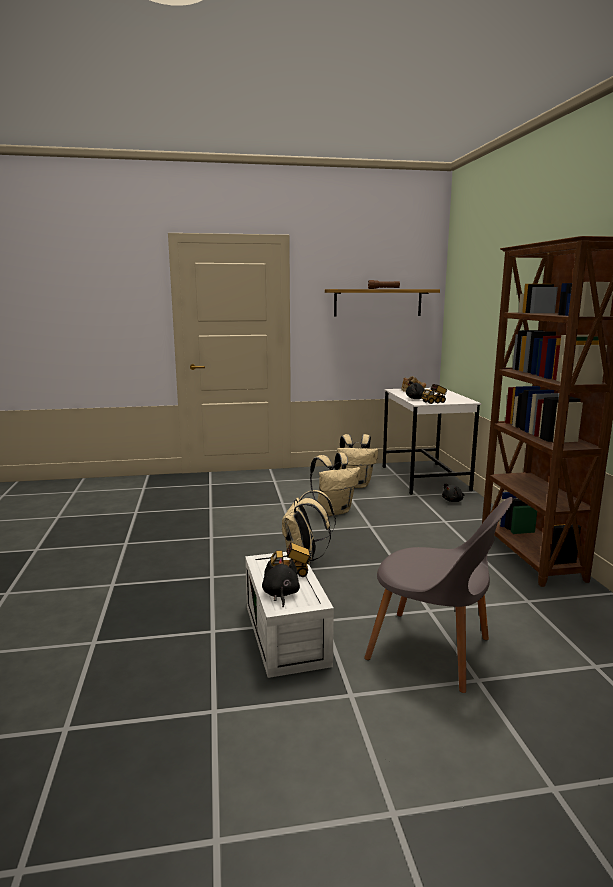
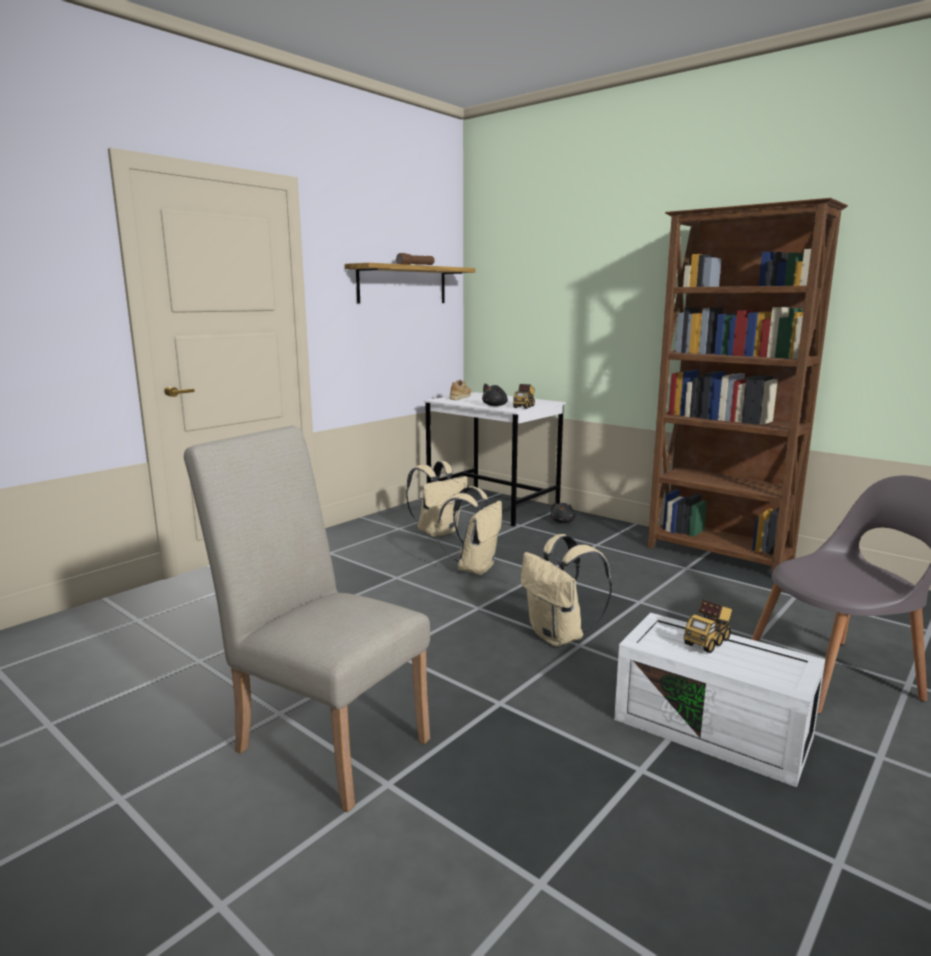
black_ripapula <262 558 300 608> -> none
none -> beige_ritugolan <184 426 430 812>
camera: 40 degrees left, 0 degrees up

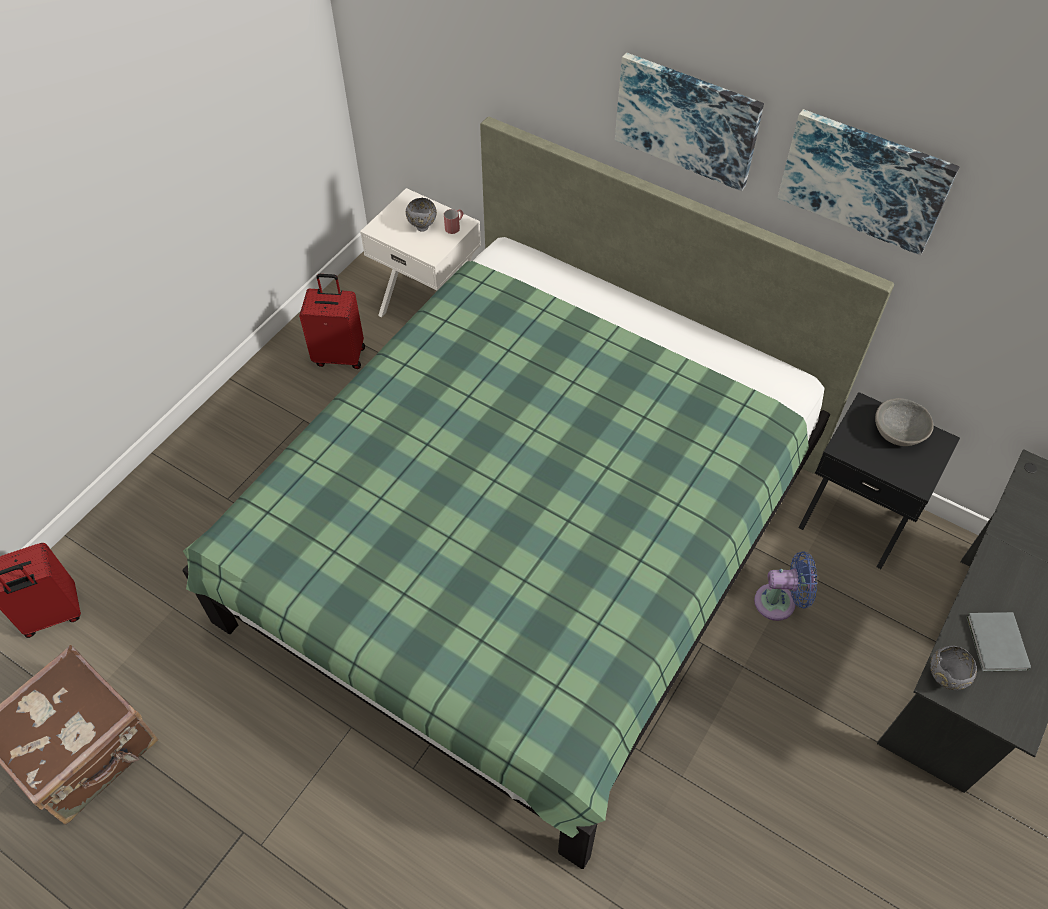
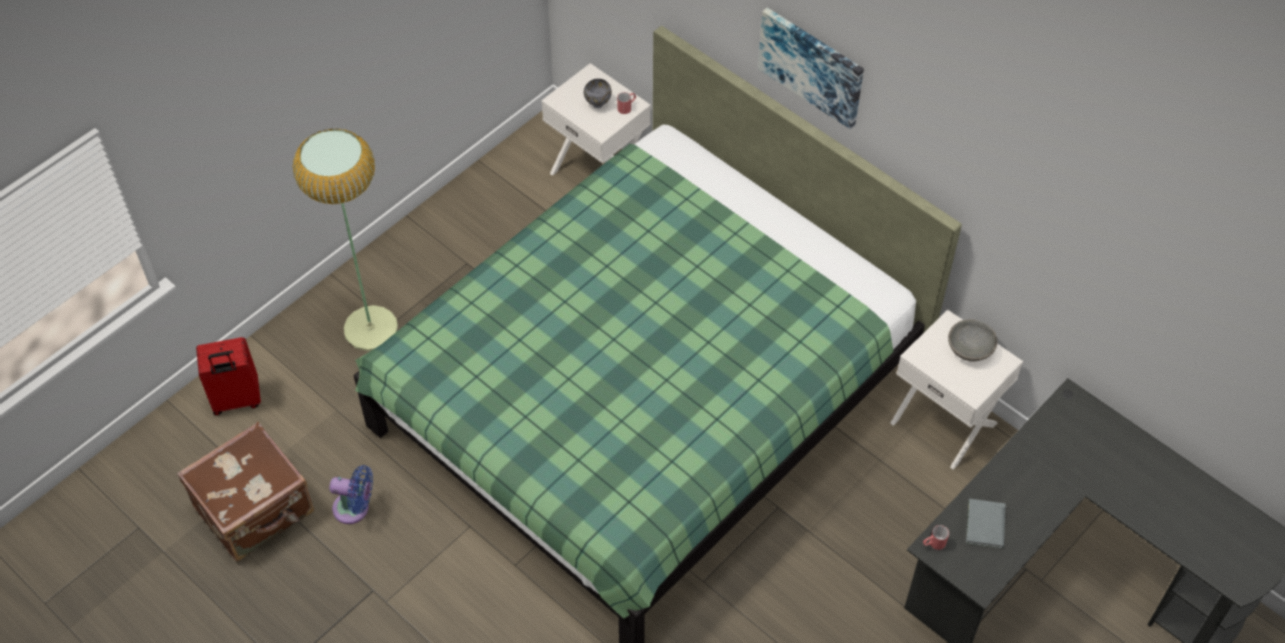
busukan <778 109 960 255> -> none
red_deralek <299 274 365 369> -> none
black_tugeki <799 392 960 569> -> white_tugeki <890 310 1023 470>
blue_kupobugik <754 551 817 621> -> blue_kupobugik <329 465 373 524>, relocated
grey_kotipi <930 646 977 690> -> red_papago <923 525 949 550>
none -> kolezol <293 129 398 351>
camera: 10 degrees right, 0 degrees up

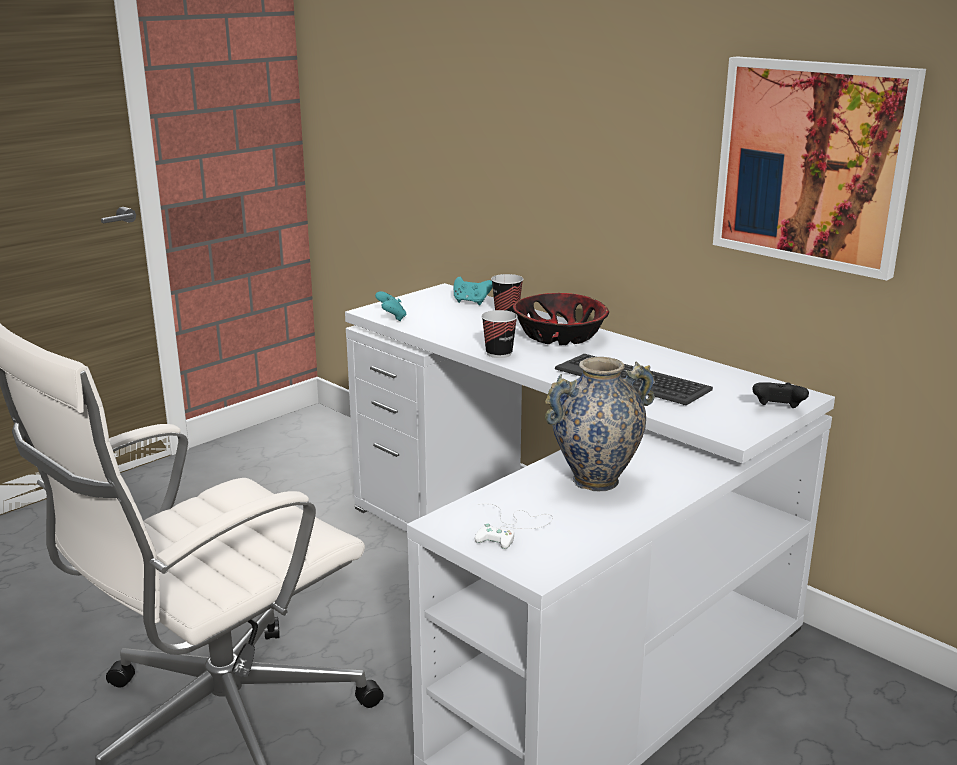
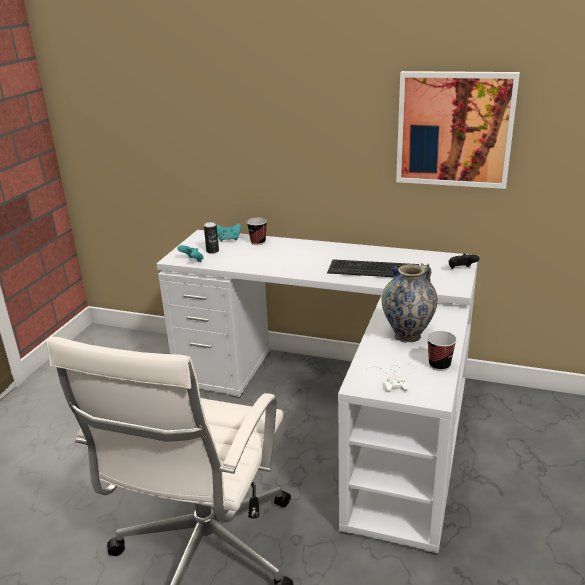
kotipi <513 293 609 345> -> none
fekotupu <481 310 518 358> -> fekotupu <427 331 457 371>, relocated
none -> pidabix <204 222 219 254>
camera: 25 degrees left, 5 degrees up

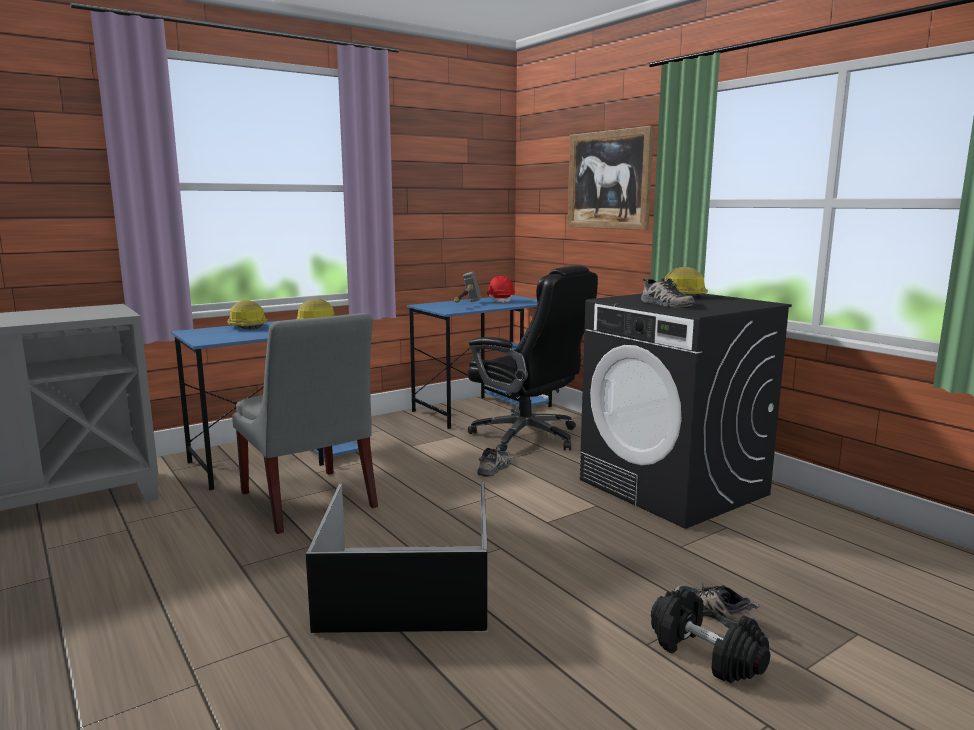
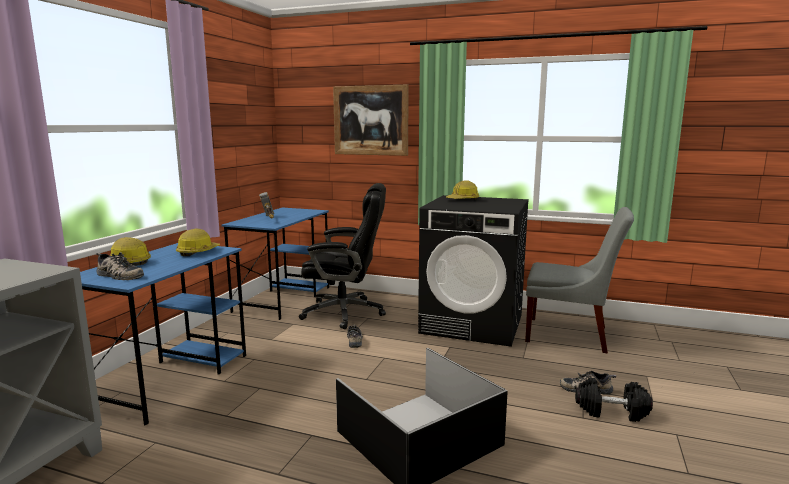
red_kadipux <487 276 515 303> -> none
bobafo <641 278 694 308> -> bobafo <96 252 144 280>, relocated
grey_ritugolan <232 313 378 534> -> grey_ritugolan <525 207 634 353>, relocated
camera: 35 degrees left, 0 degrees up

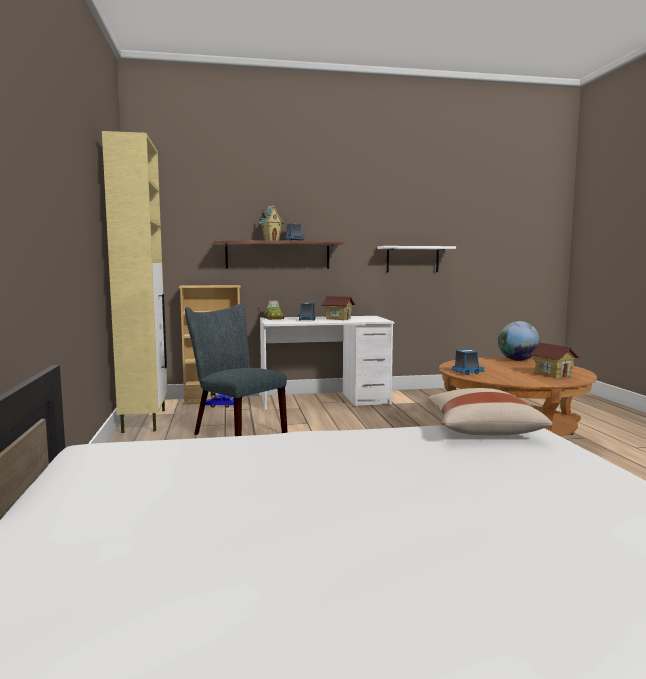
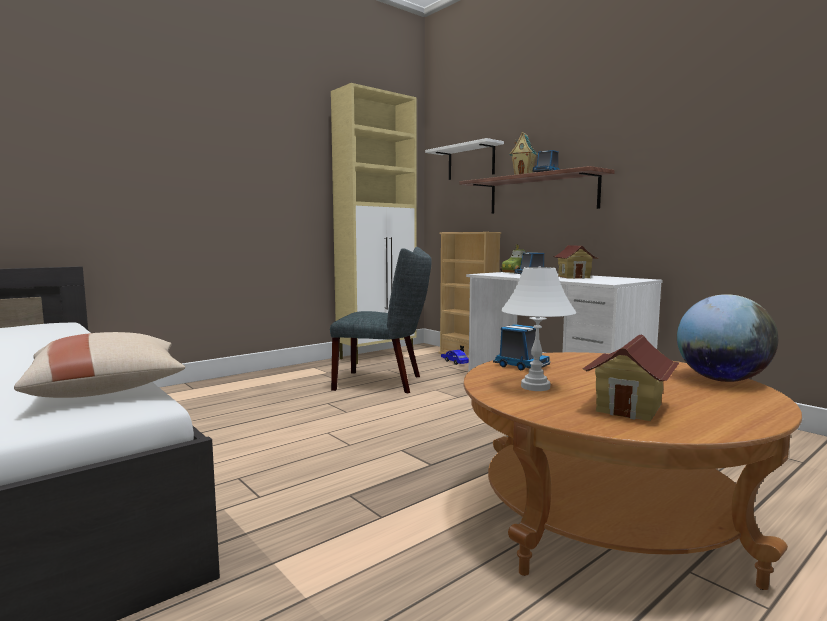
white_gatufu <378 246 456 272> -> white_gatufu <425 138 504 180>, relocated
grey_ritugolan <185 303 288 436> -> grey_ritugolan <330 247 432 393>, 90 degrees clockwise
none -> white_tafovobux <501 267 576 391>
camera: 60 degrees right, 0 degrees up

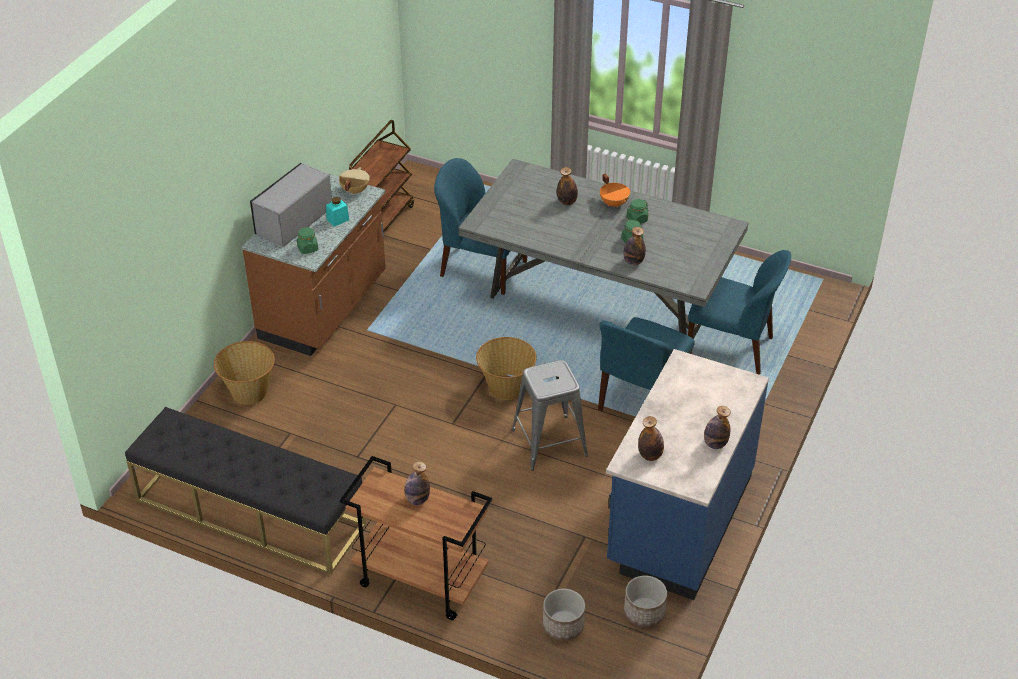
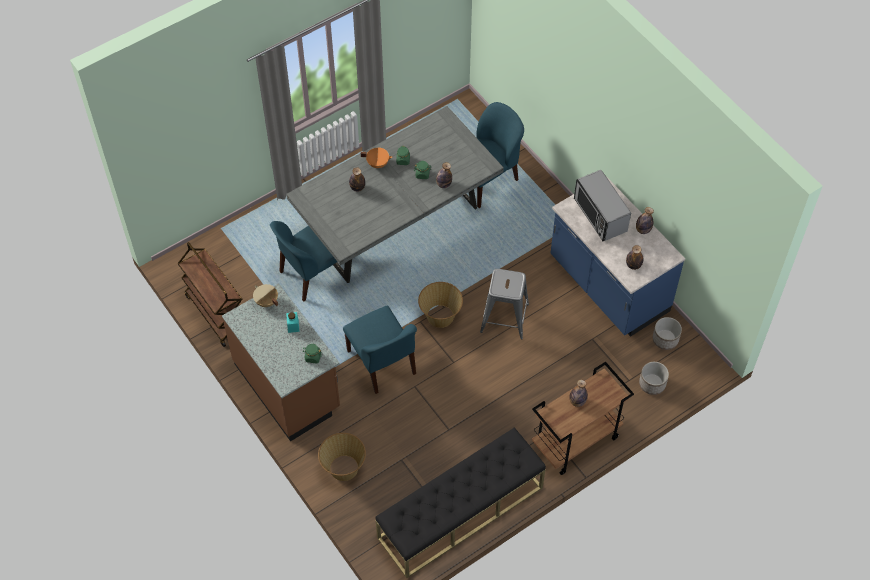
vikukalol <250 163 332 247> -> vikukalol <574 170 631 241>, relocated
blue_ritugolan <598 317 695 411> -> blue_ritugolan <343 306 417 394>, relocated
camera: 60 degrees left, 15 degrees up

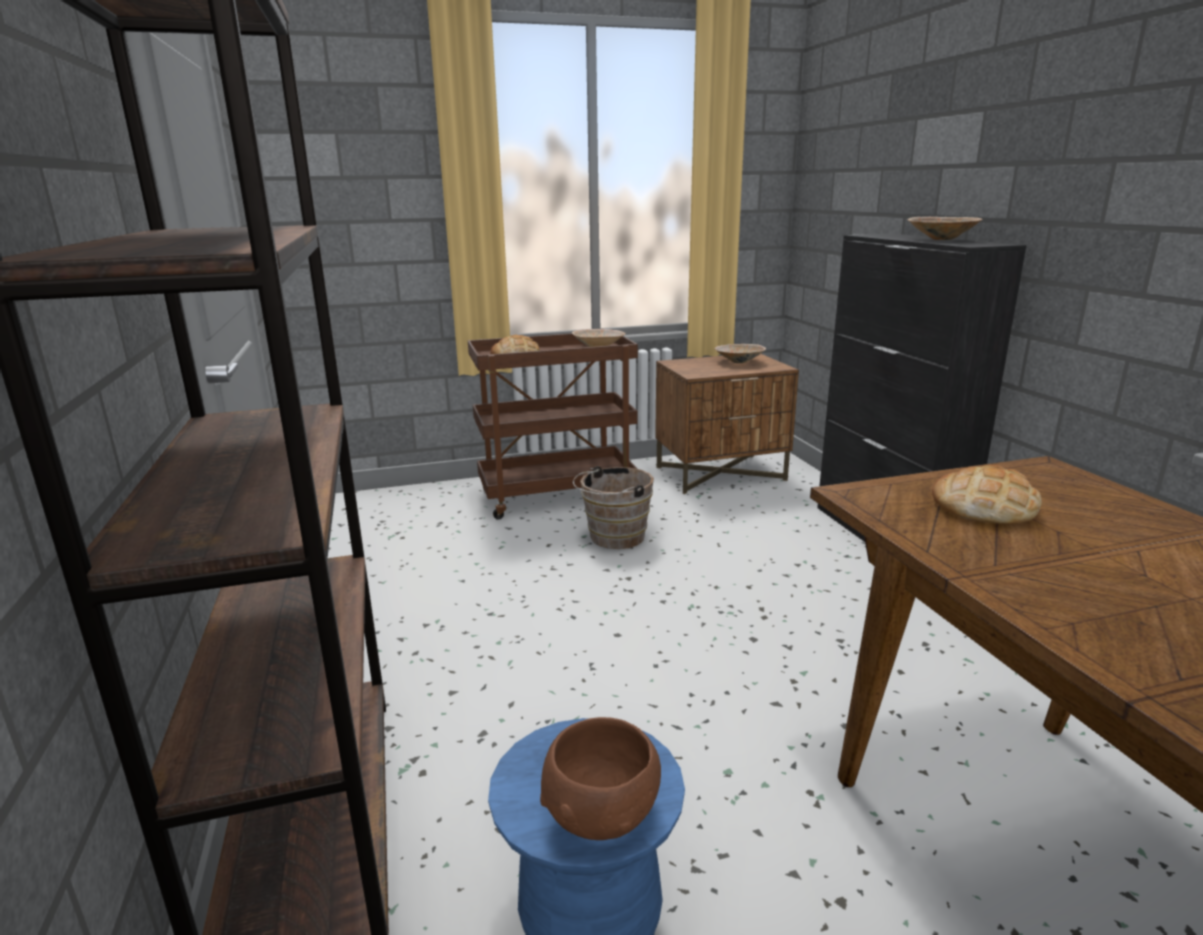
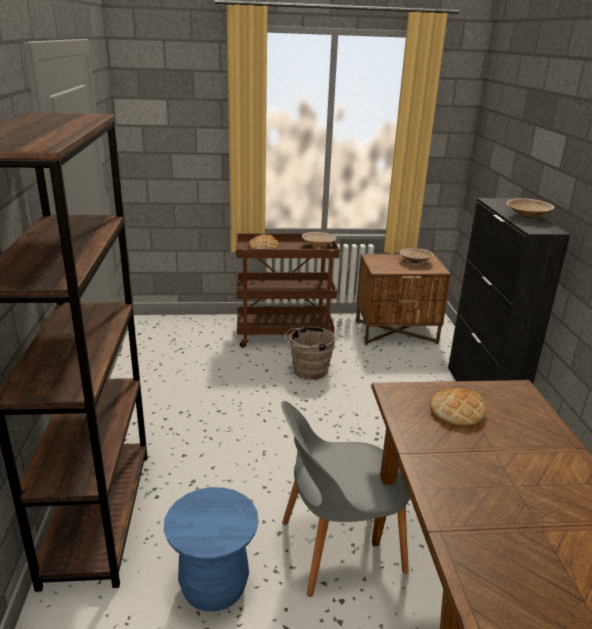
brown_kotipi <540 717 661 840> -> none
none -> grey_ritugolan <281 401 410 597>
camera: 10 degrees right, 5 degrees up

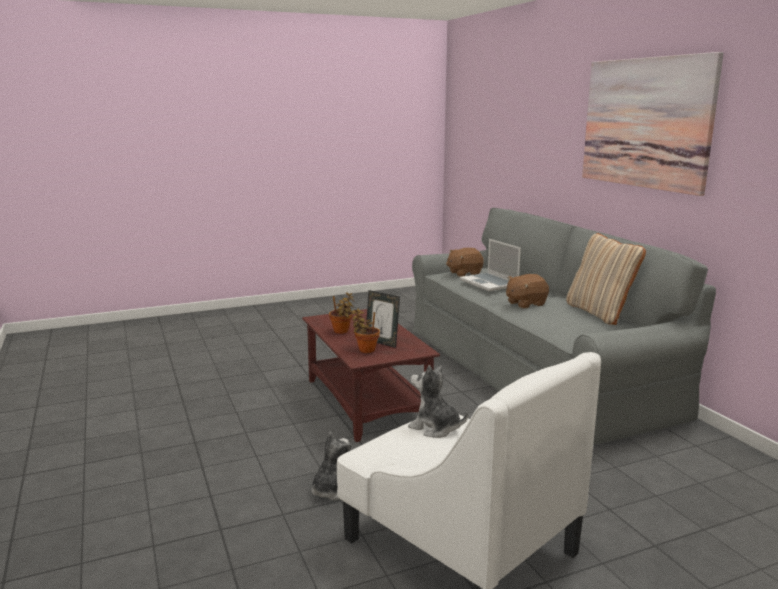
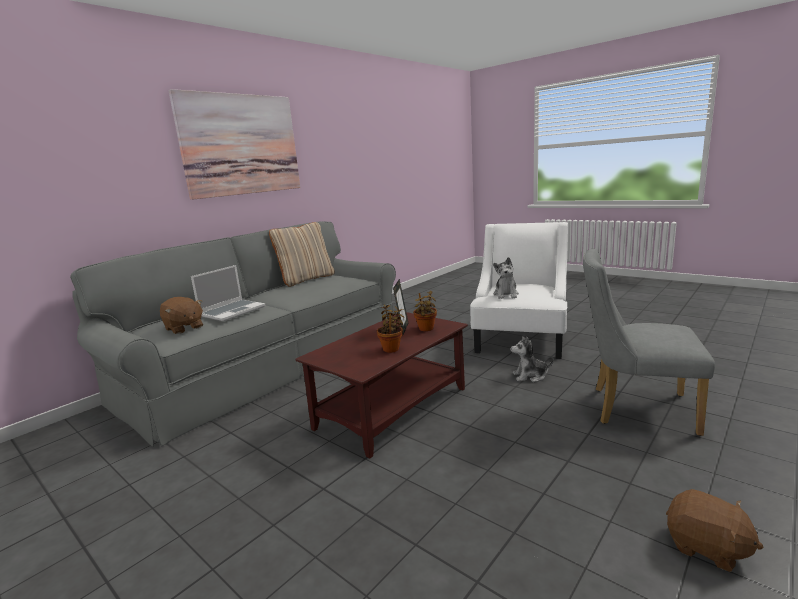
brown_ripapula <506 274 549 309> -> brown_ripapula <666 489 764 572>, relocated
none -> grey_ritugolan <583 248 715 436>
camera: 115 degrees left, 0 degrees up

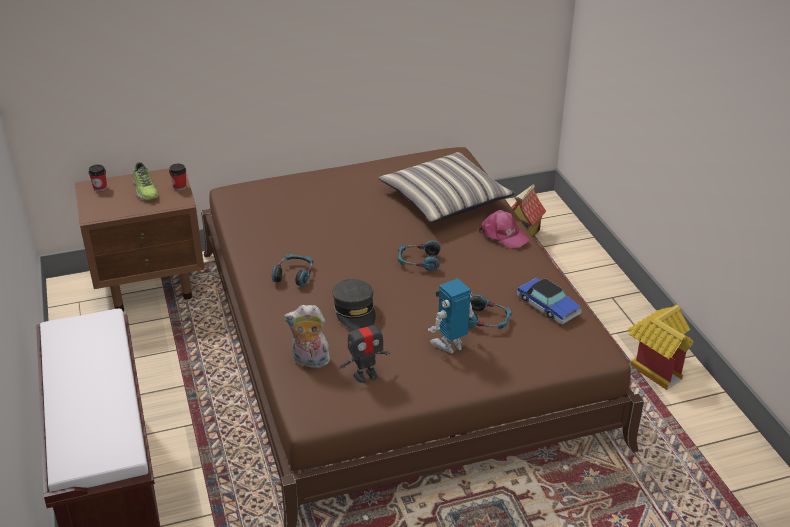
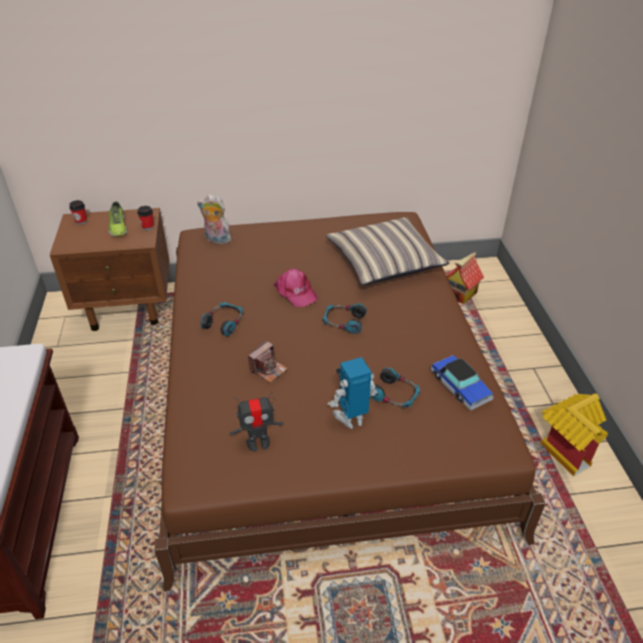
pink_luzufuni <479 210 530 248> -> pink_luzufuni <274 268 318 307>, relocated
grey_luzufuni <332 279 376 330> -> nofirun <248 341 288 383>
ripapula <284 305 330 368> -> ripapula <197 194 231 244>, relocated
camera: 10 degrees right, 5 degrees up

